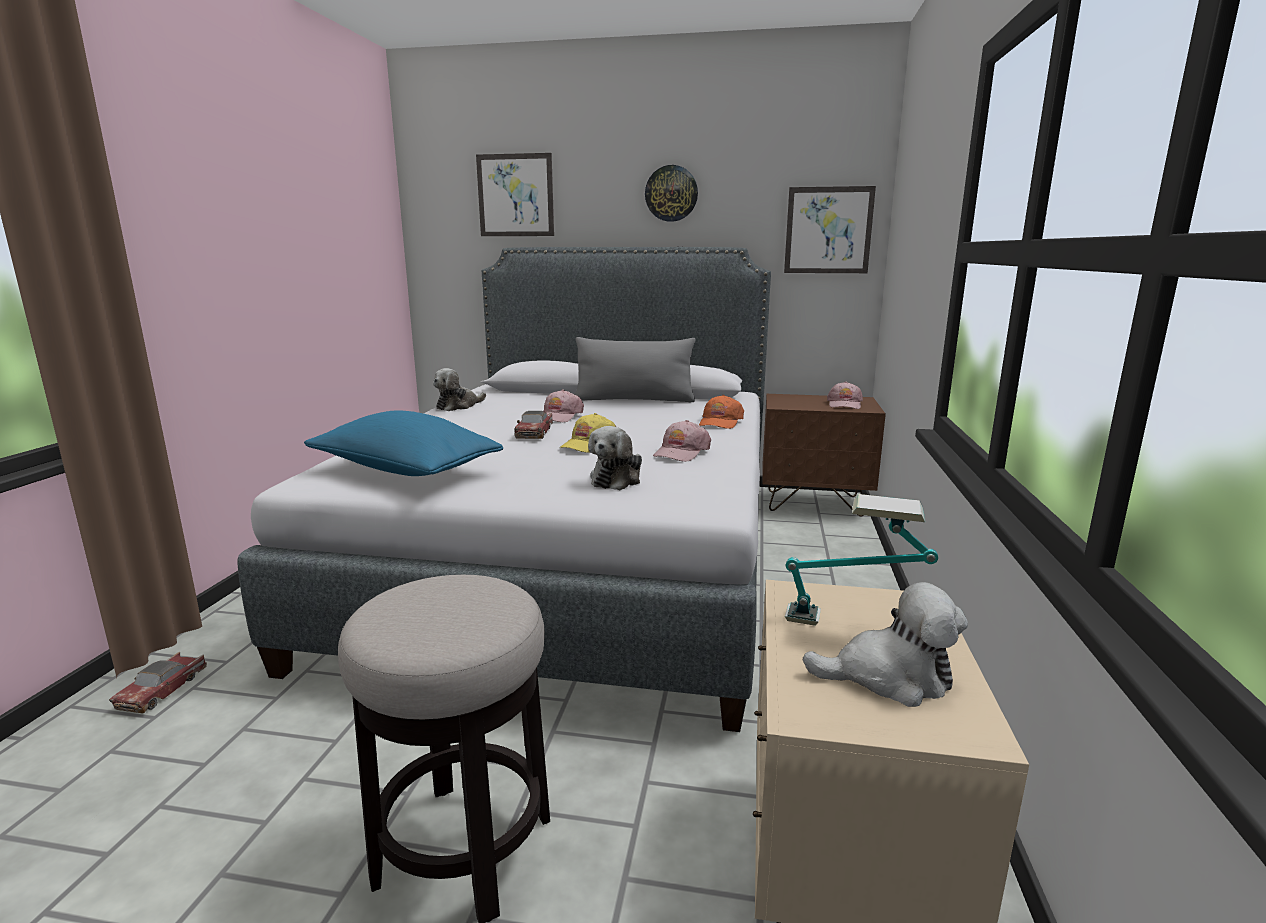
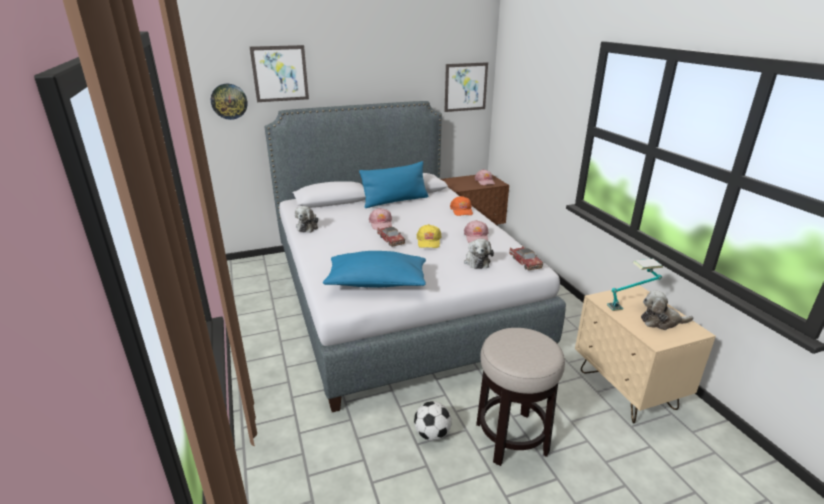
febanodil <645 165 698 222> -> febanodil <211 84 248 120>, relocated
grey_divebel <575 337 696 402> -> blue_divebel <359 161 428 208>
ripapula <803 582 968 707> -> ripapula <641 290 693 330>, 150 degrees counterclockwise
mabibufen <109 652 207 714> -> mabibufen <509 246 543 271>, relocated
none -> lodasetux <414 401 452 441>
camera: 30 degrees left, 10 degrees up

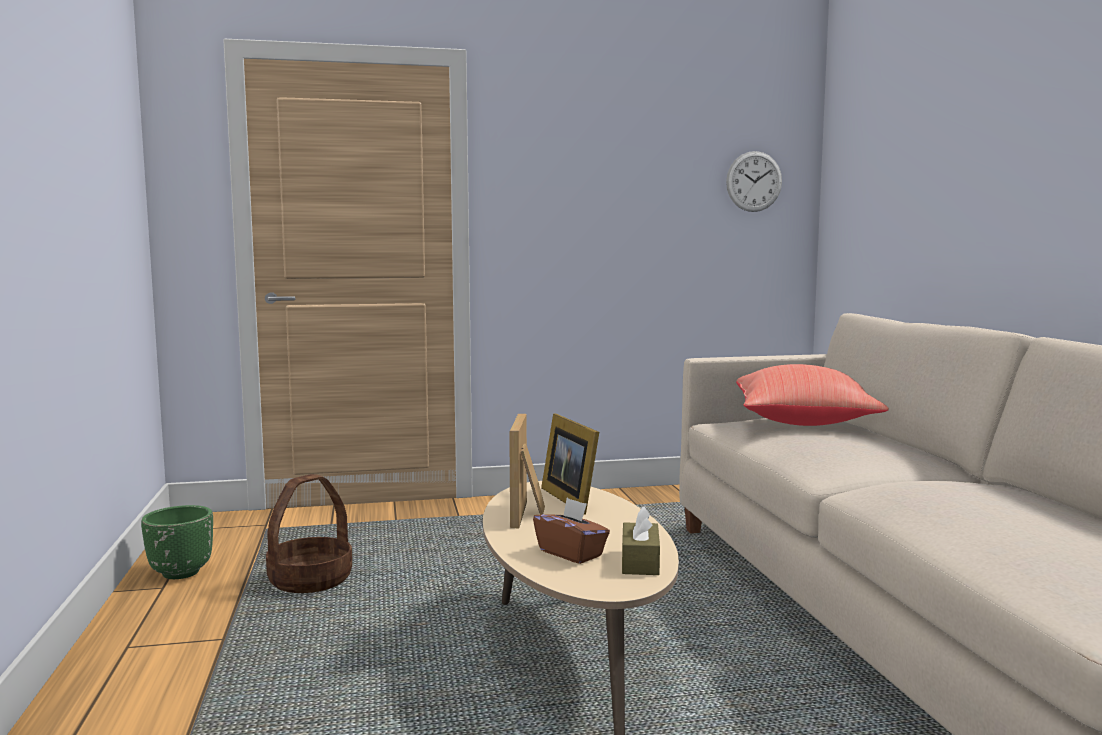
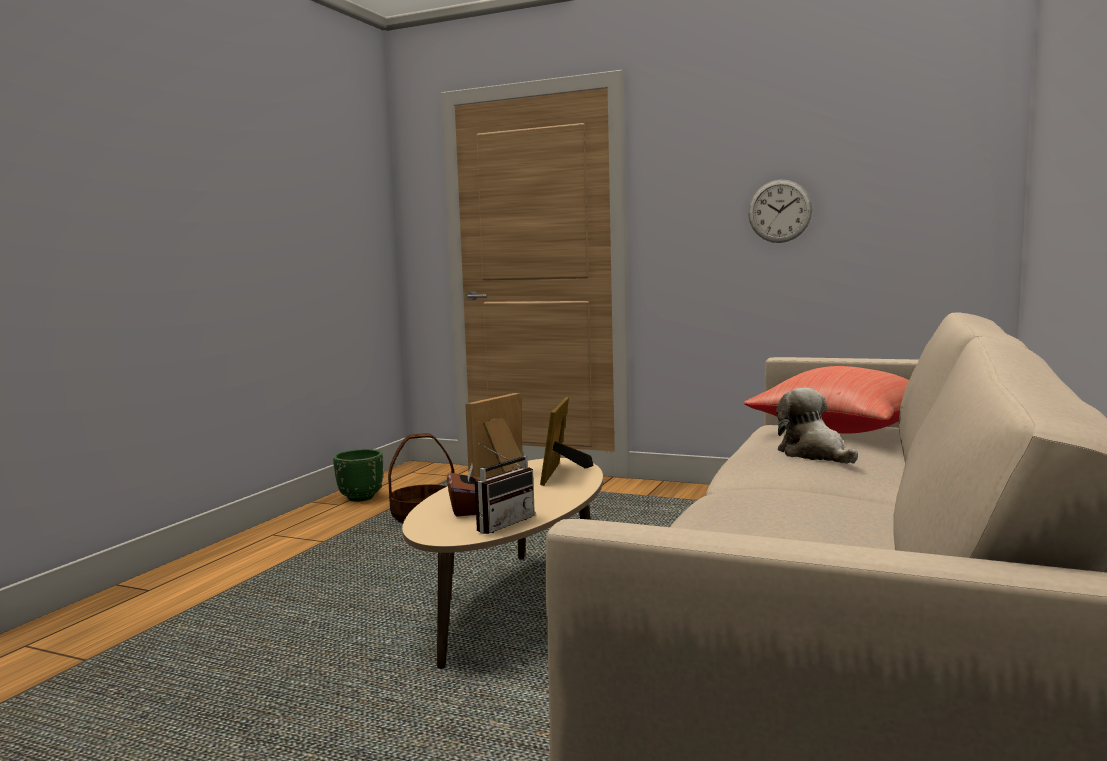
febanodil <726 151 782 212> -> febanodil <748 180 812 243>, relocated
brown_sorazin <622 506 660 575> -> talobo <475 444 535 534>
none -> ripapula <776 387 858 464>
camera: 35 degrees right, 0 degrees up

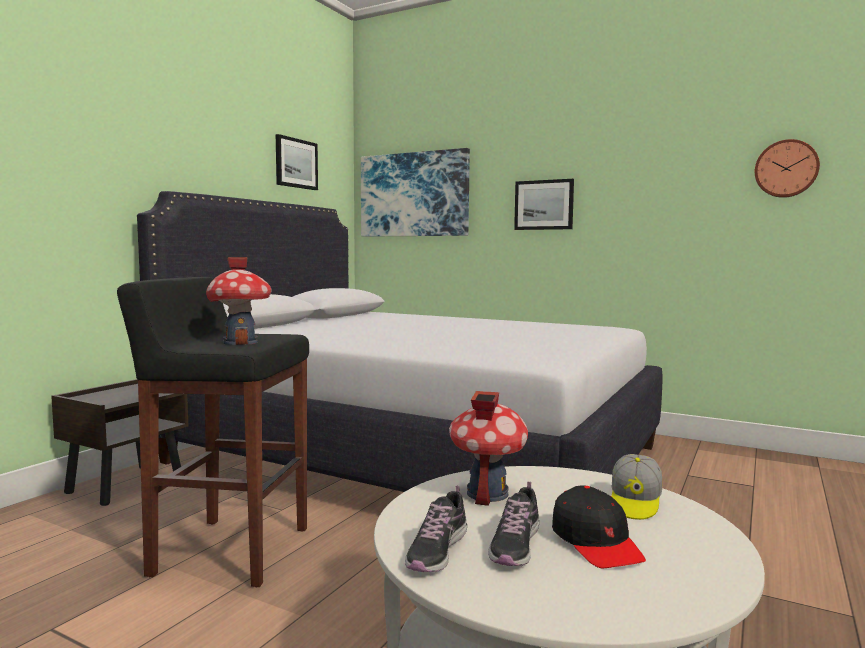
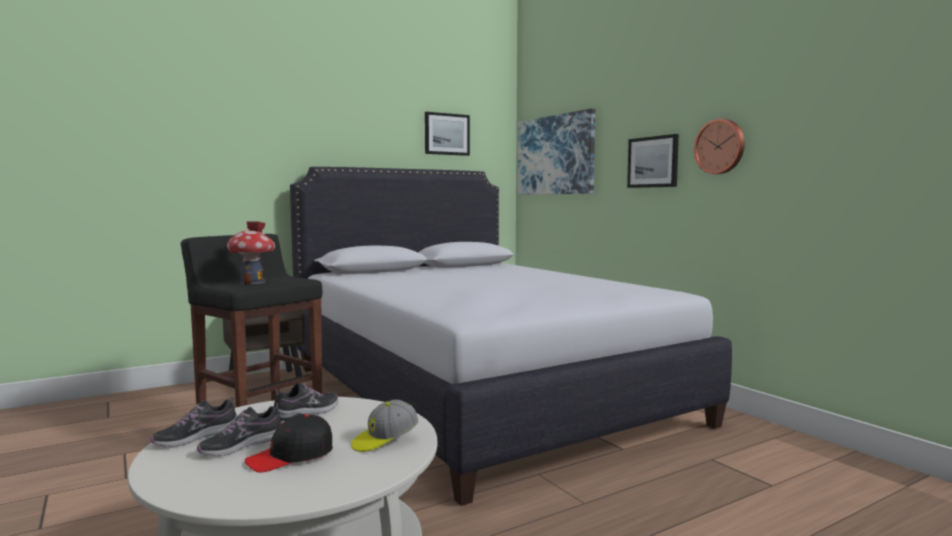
febanodil <755 139 820 198> -> febanodil <694 119 745 174>, relocated
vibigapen <449 391 528 506> -> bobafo <274 382 338 421>
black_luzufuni <552 486 646 568> -> black_luzufuni <245 414 333 473>, 45 degrees clockwise
camera: 30 degrees right, 0 degrees up

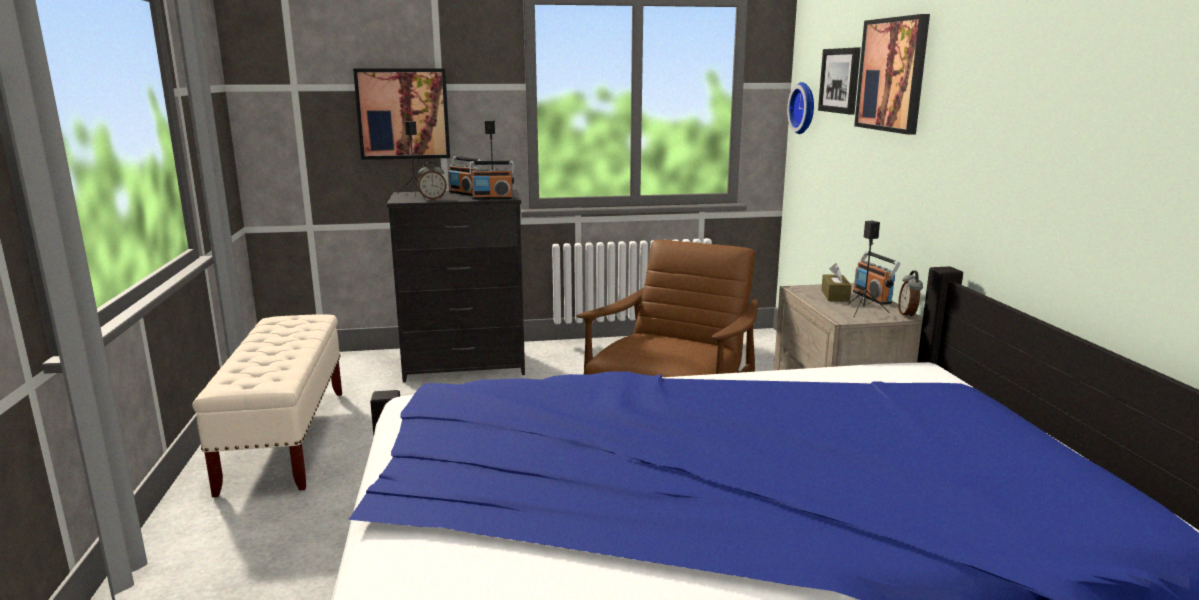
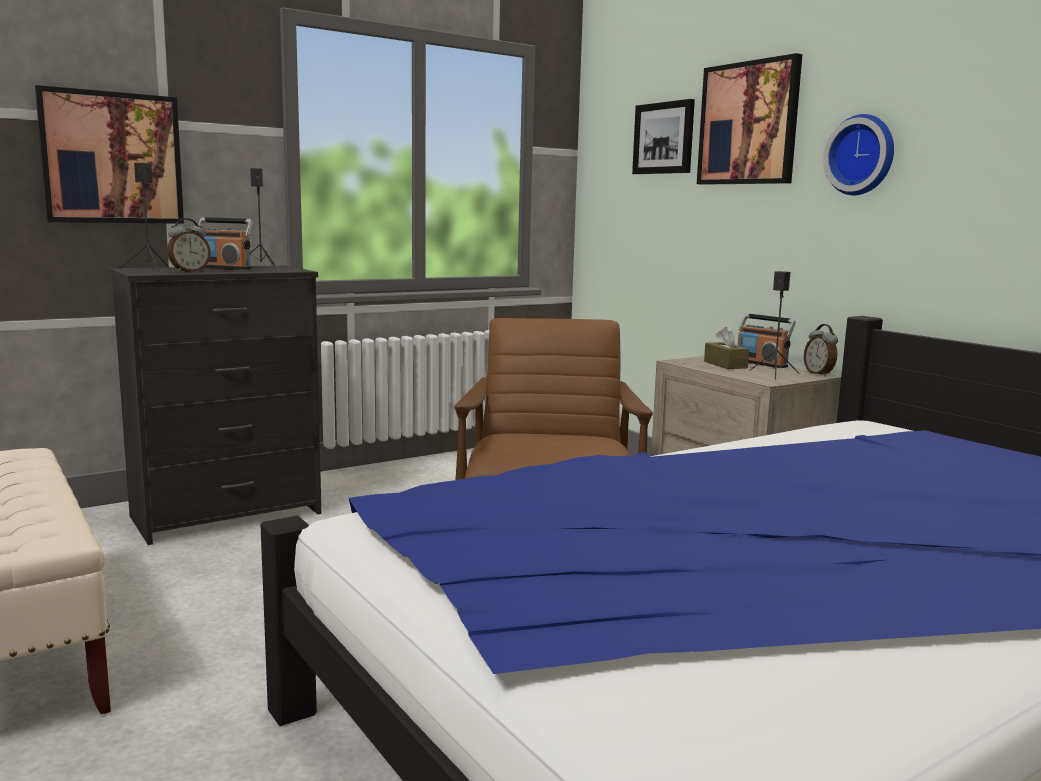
febanodil <787 82 814 134> -> febanodil <823 114 894 195>, relocated
talobo <469 161 514 200> -> none
camera: 25 degrees left, 5 degrees down

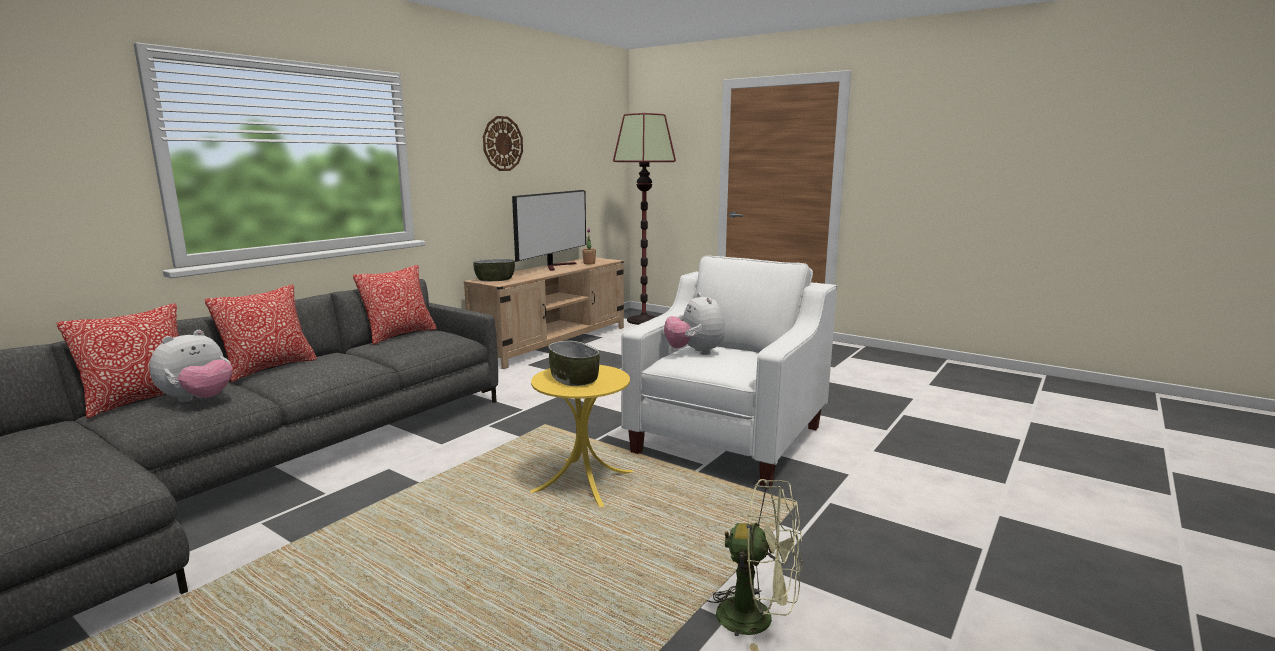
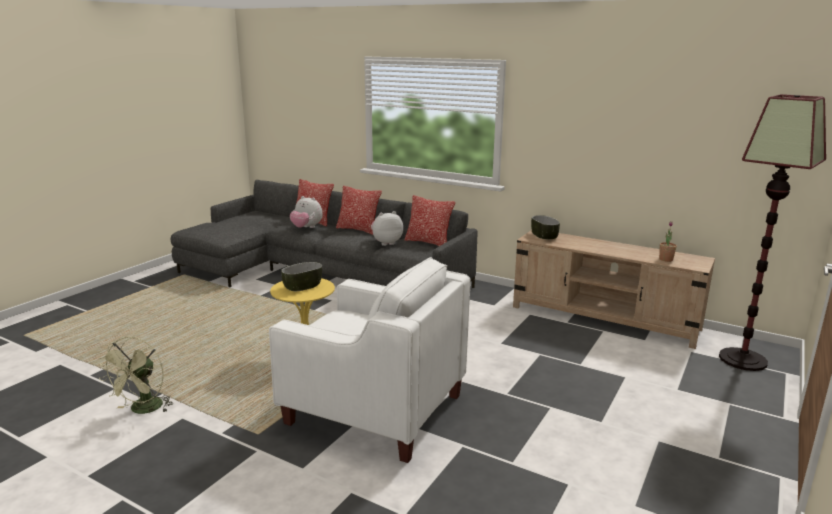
febanodil <483 116 523 171> -> none
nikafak <512 190 586 271> -> none
ripapula <664 293 725 355> -> ripapula <371 211 403 246>, relocated
camera: 85 degrees right, 5 degrees up

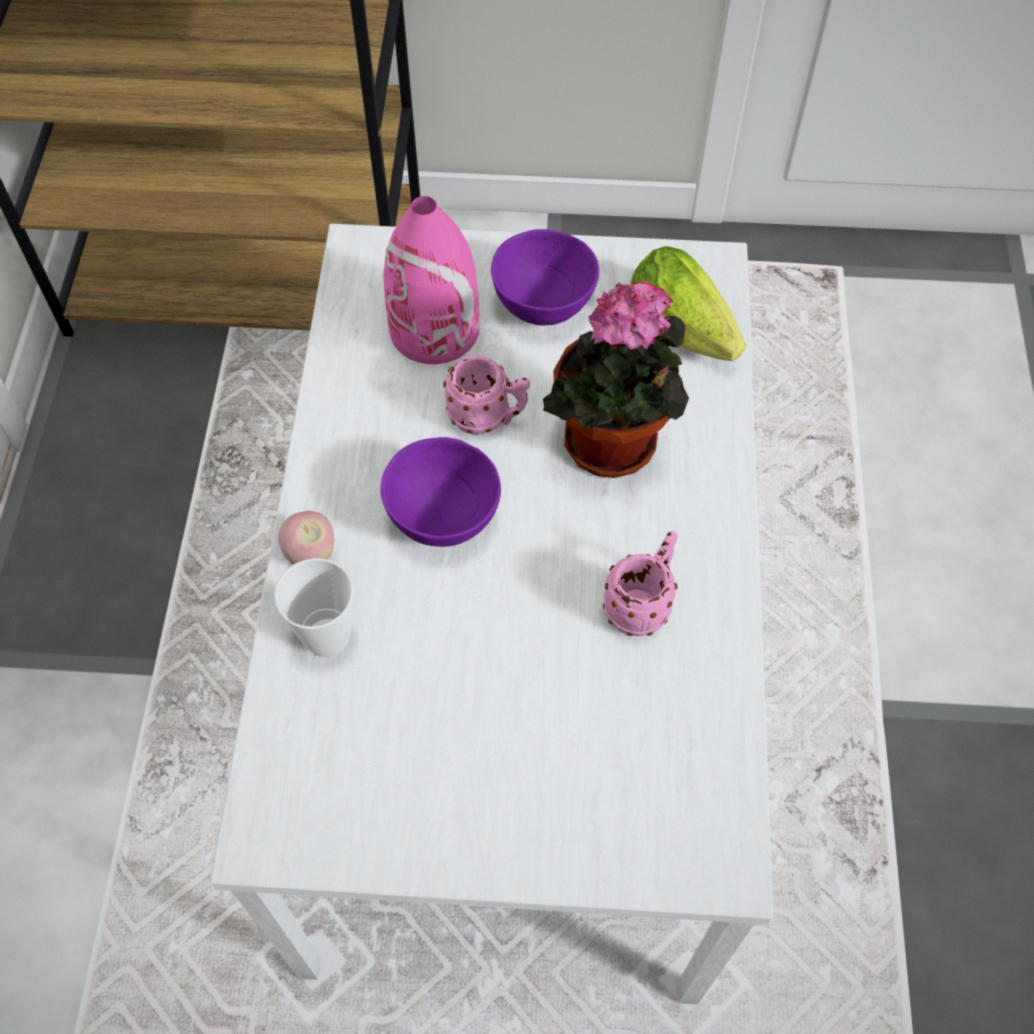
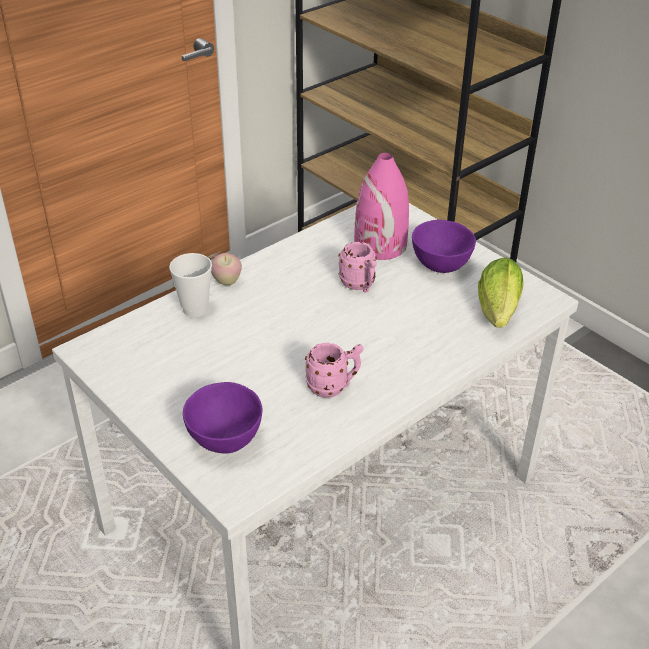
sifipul <543 281 689 478> -> none
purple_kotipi <381 437 501 547> -> purple_kotipi <183 382 263 454>, relocated
camera: 45 degrees right, 20 degrees down

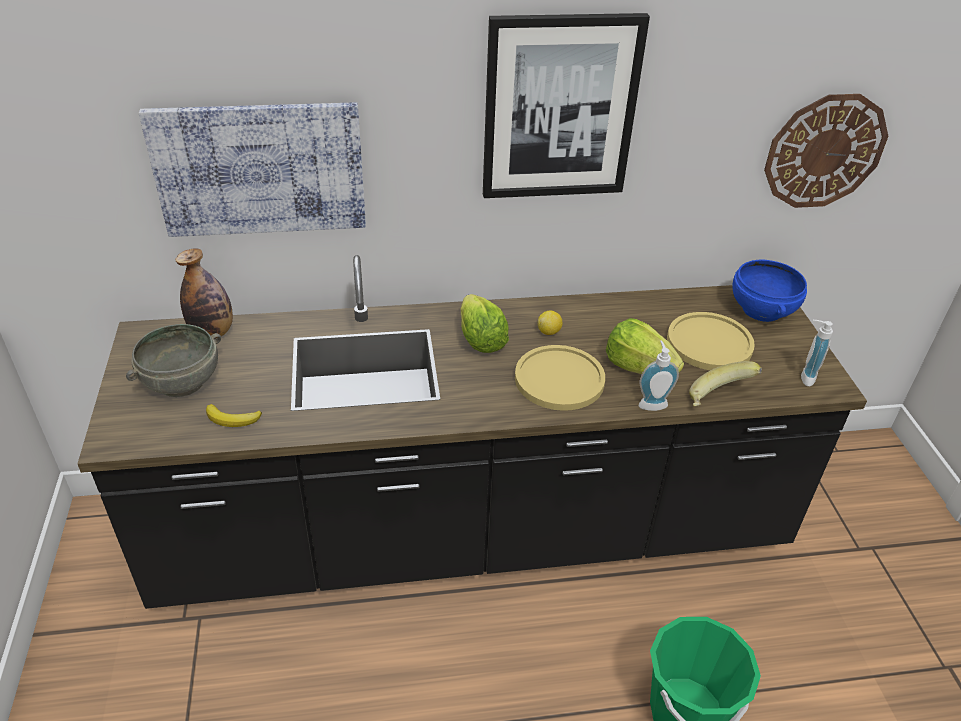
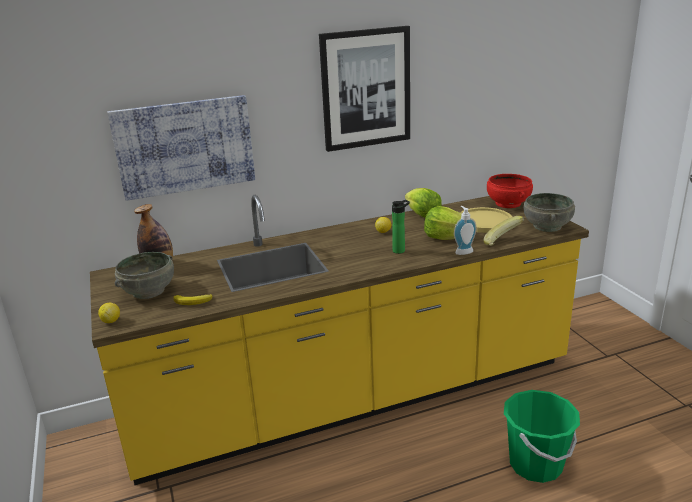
febanodil <764 94 888 208> -> none
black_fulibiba <77 255 867 609> -> yellow_fulibiba <90 195 589 485>
blue_kotipi <732 260 807 322> -> red_kotipi <487 174 533 208>
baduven <461 294 509 353> -> baduven <405 188 442 218>, relocated
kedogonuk <801 320 833 386> -> grey_kotipi <524 193 575 232>
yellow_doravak <515 345 605 411> -> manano <392 200 410 254>
none -> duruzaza <98 303 120 323>
camera: 10 degrees left, 15 degrees down

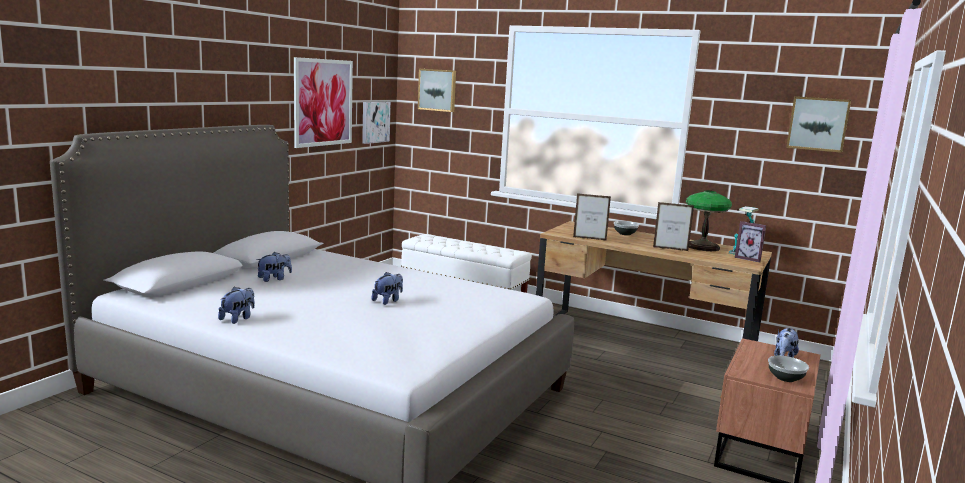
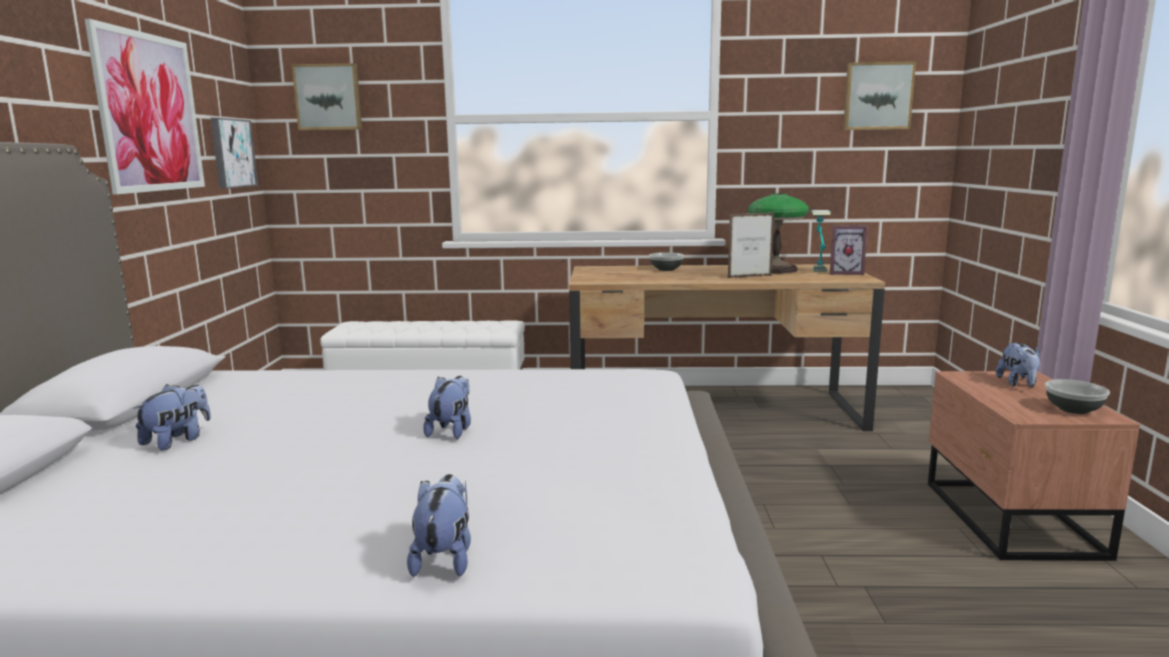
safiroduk <573 193 611 241> -> none
ripapula <218 287 255 324> -> ripapula <407 474 471 577>, relocated
camera: 25 degrees left, 0 degrees up

